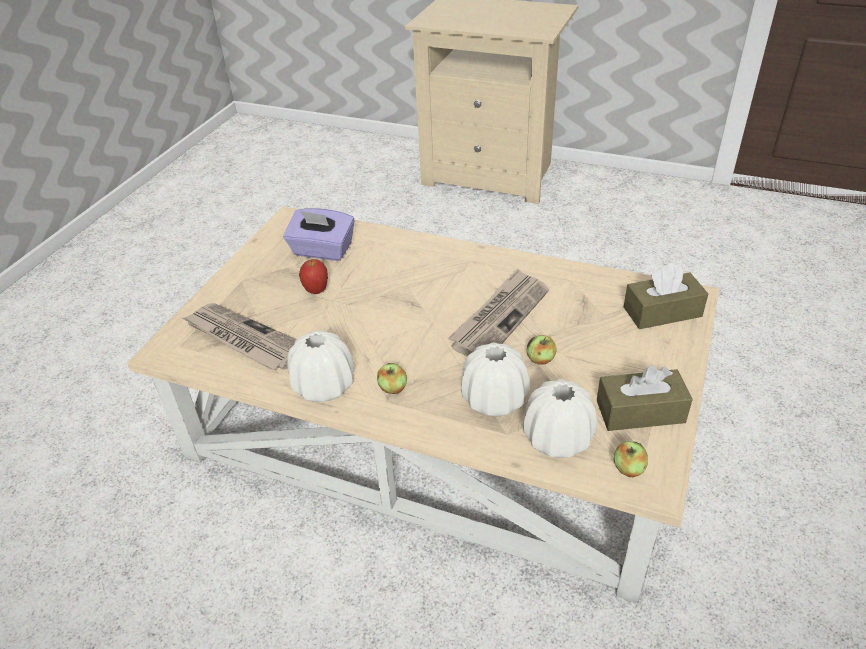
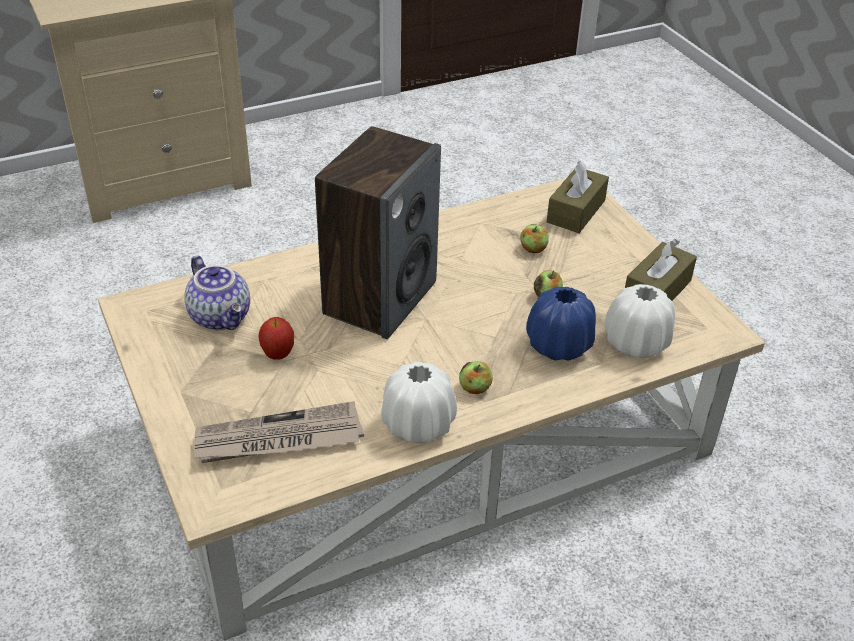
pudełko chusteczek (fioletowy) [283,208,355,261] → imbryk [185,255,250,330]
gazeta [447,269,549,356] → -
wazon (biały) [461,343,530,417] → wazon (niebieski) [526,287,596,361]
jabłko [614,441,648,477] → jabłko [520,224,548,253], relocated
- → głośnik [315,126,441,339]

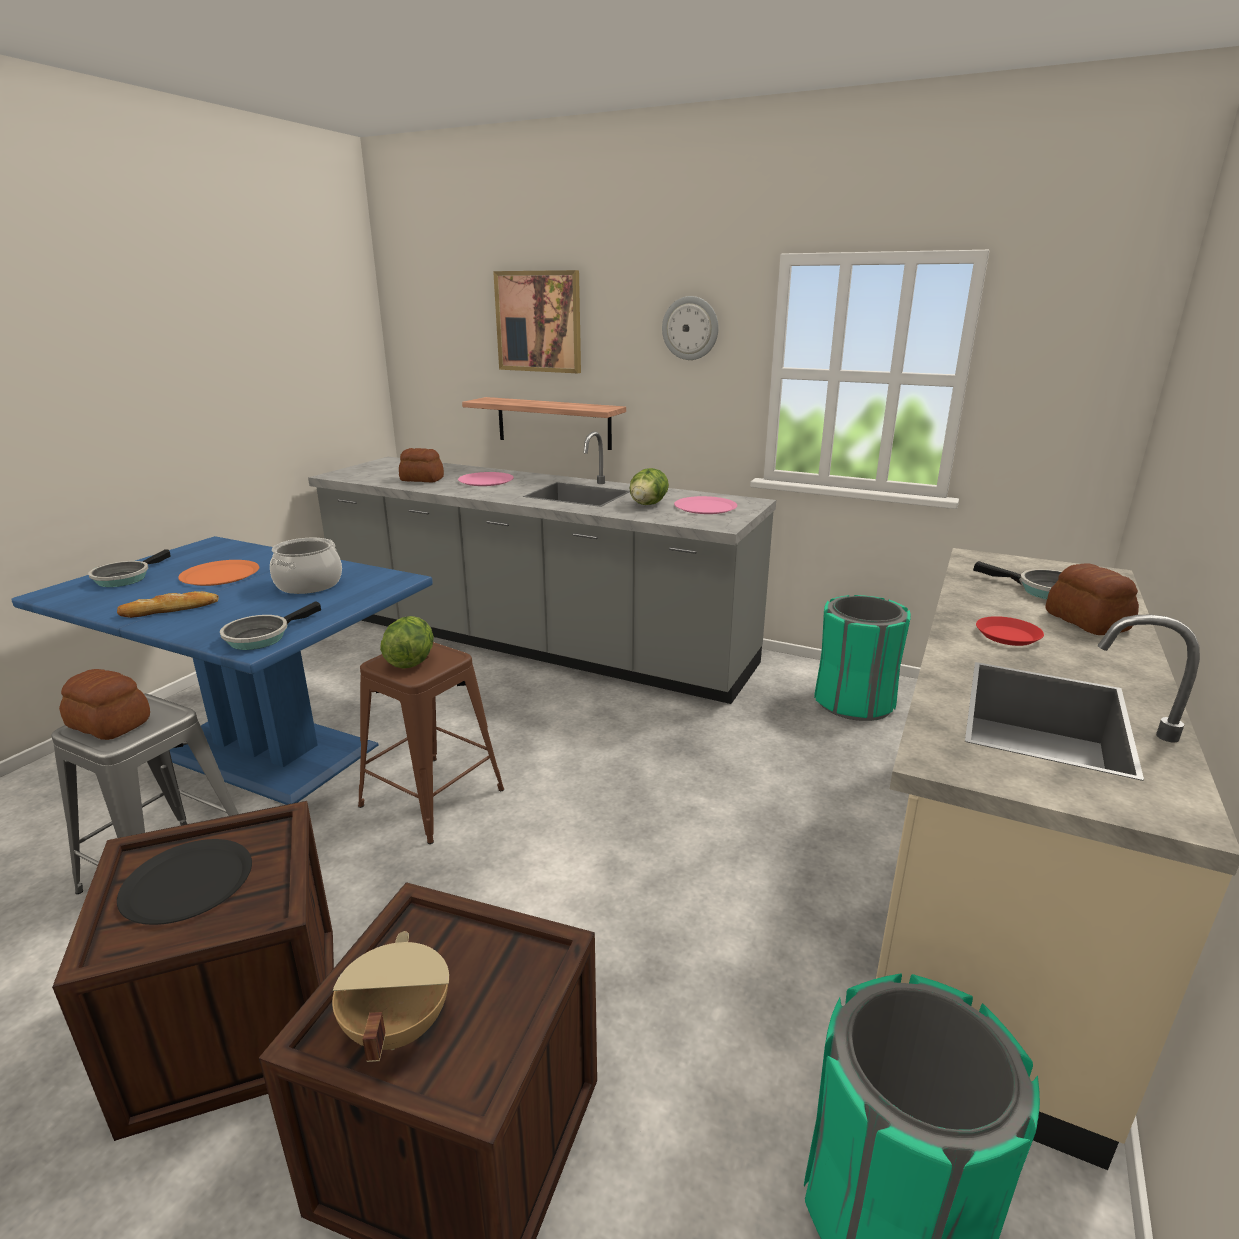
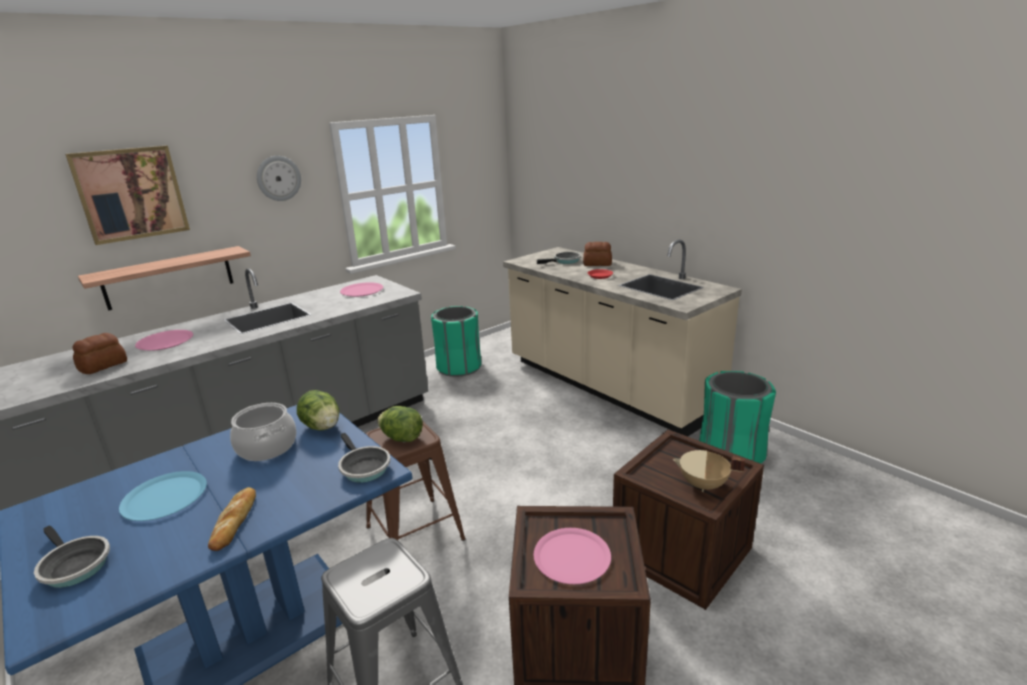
chleb [59,669,150,740] → -
talerz (czarny) [117,839,252,925] → talerz (różowy) [534,528,611,584]
talerz (pomarańczowy) [178,560,259,586] → talerz (niebieski) [119,471,207,521]
sałata [629,468,669,505] → sałata [297,390,339,431], relocated

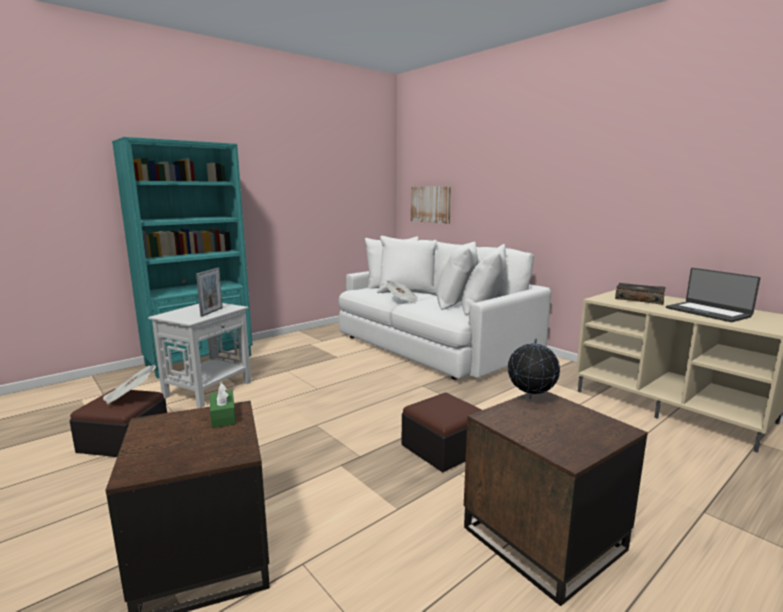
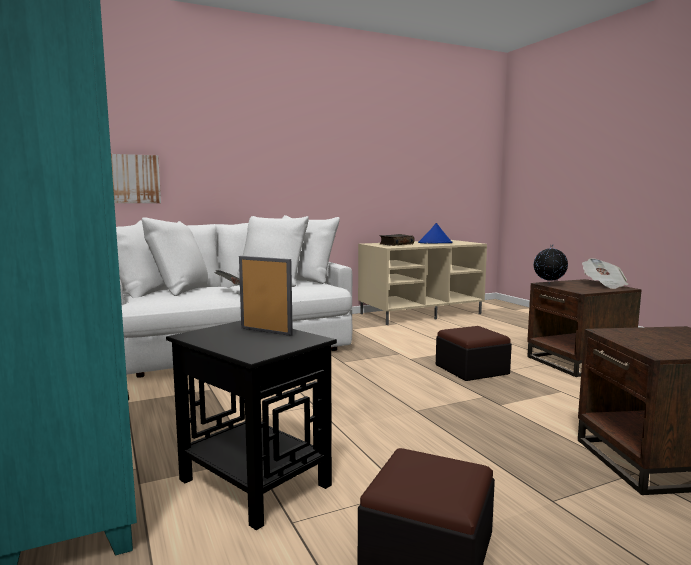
gazeta [103,365,156,405] → gazeta [582,258,628,289], relocated
stolik (biały) [148,303,251,408] → stolik (czarny) [166,321,337,530]
pudełko chusteczek (zielony) [210,383,236,428] → -
laptop [666,268,760,322] → kapelusz (niebieski) [418,223,452,243]

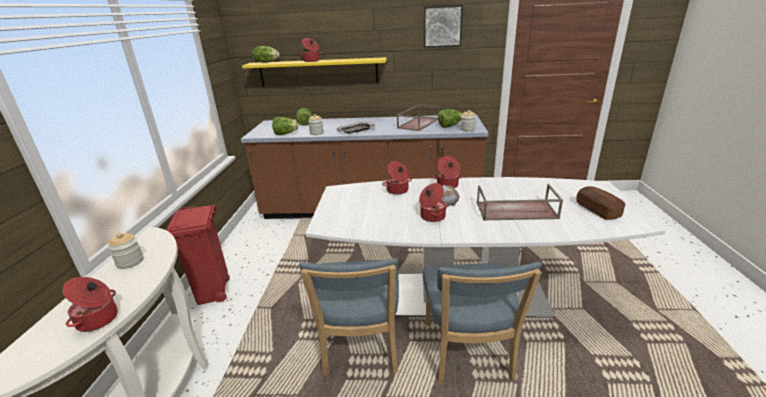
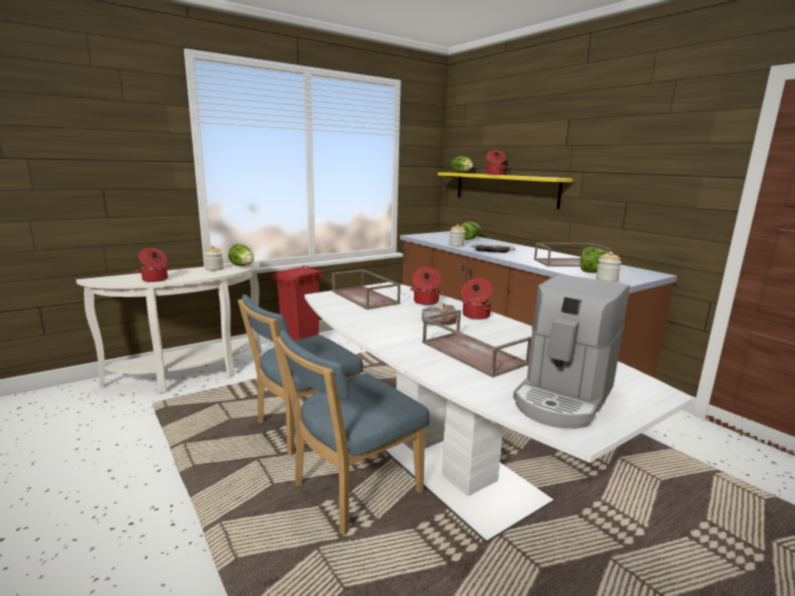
sałata [272,117,299,135] → sałata [228,244,254,266], relocated
garnek [419,183,447,222] → -
obraz [424,5,463,48] → -
chleb [576,186,626,220] → ekspres do kawy [513,274,630,429]
- → taca (brązowy) [332,269,401,310]

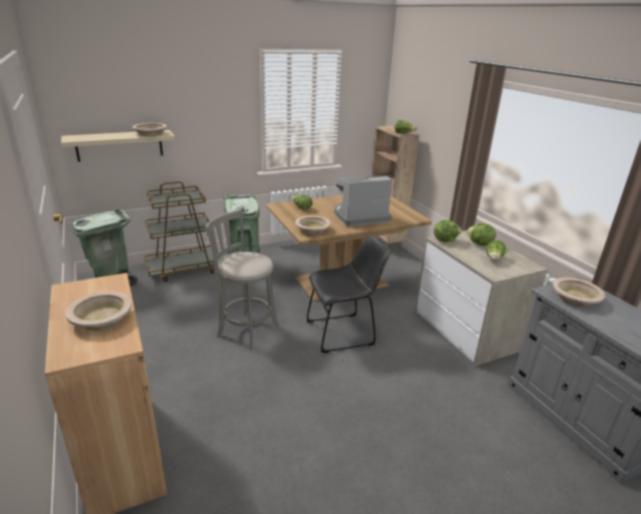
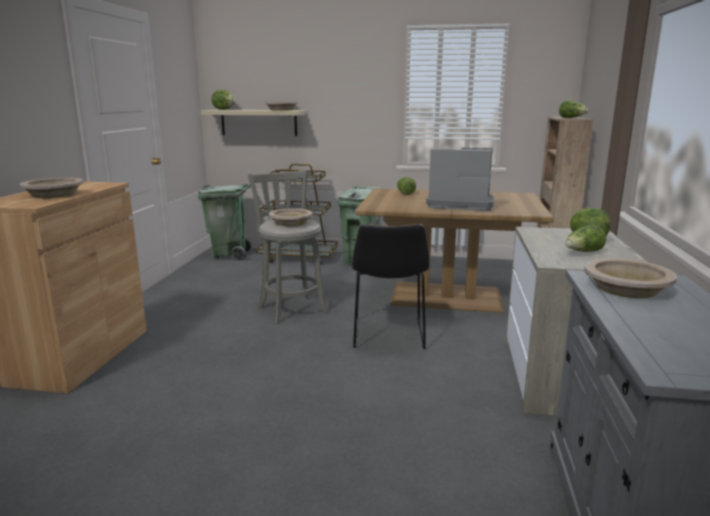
miska (beżowy) [295,216,330,235] → miska (beżowy) [269,209,313,226], relocated
krzesło (czarny) [307,236,389,353] → krzesło (czarny) [352,223,430,349], 75 degrees clockwise
sałata [434,220,461,242] → sałata [211,90,236,110], relocated

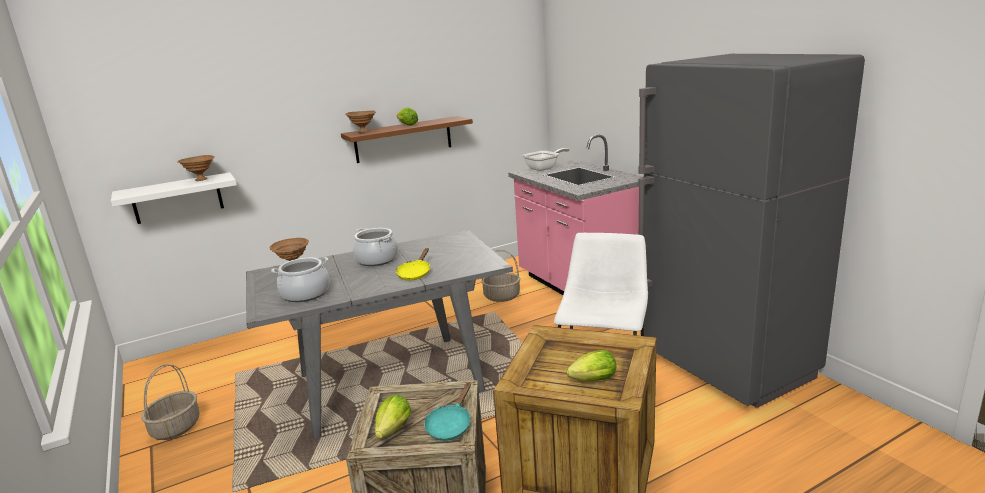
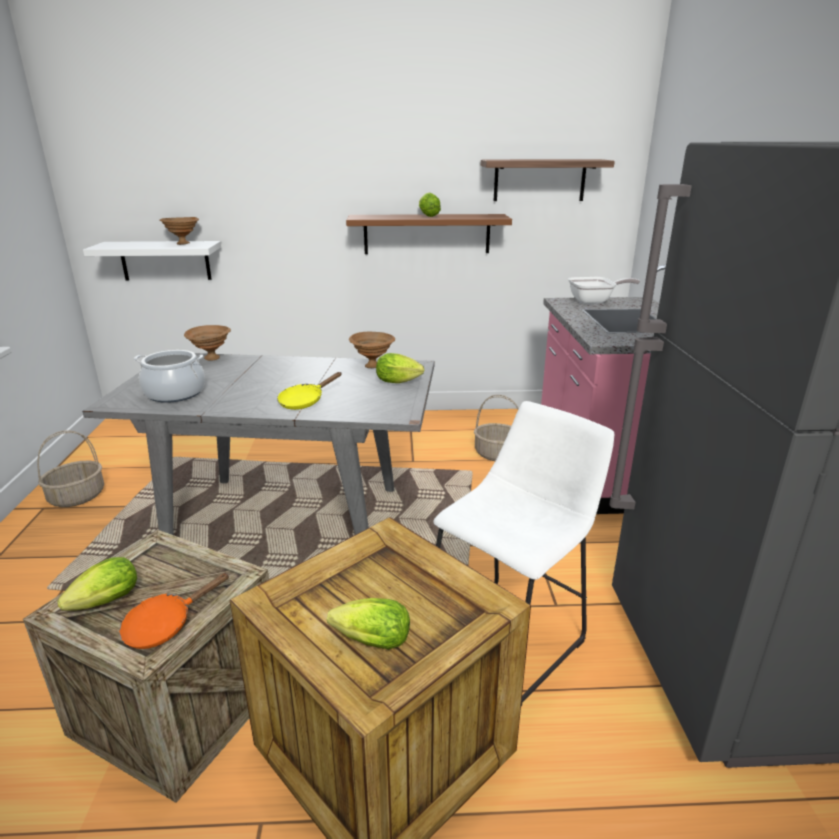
miska (brązowy) [345,111,376,133] → miska (brązowy) [349,332,395,368], relocated
garnek [353,228,398,266] → -
patelnia (turkusowy) [424,382,471,441] → patelnia (pomarańczowy) [119,573,230,649]
- → sałata [376,353,424,383]
- → półka [481,159,615,201]

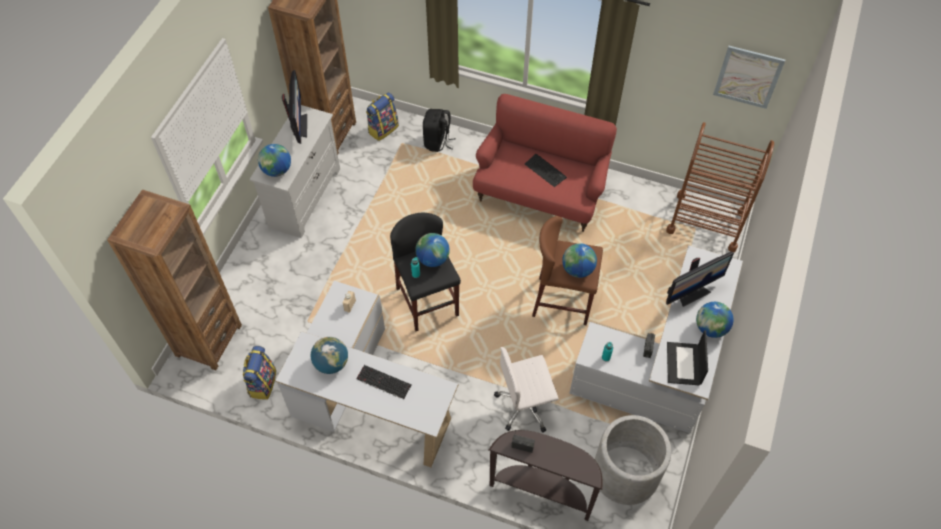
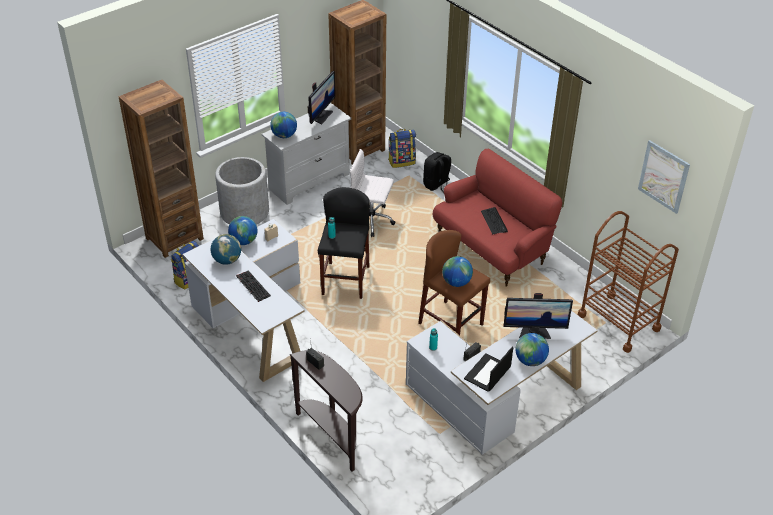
globus [415,233,450,267] → globus [228,216,258,245], relocated
krzesło biurowe (biały) [494,347,559,433] → krzesło biurowe (biały) [350,149,395,237], relocated
donica (szary) [595,415,671,505] → donica (szary) [215,157,269,225], relocated

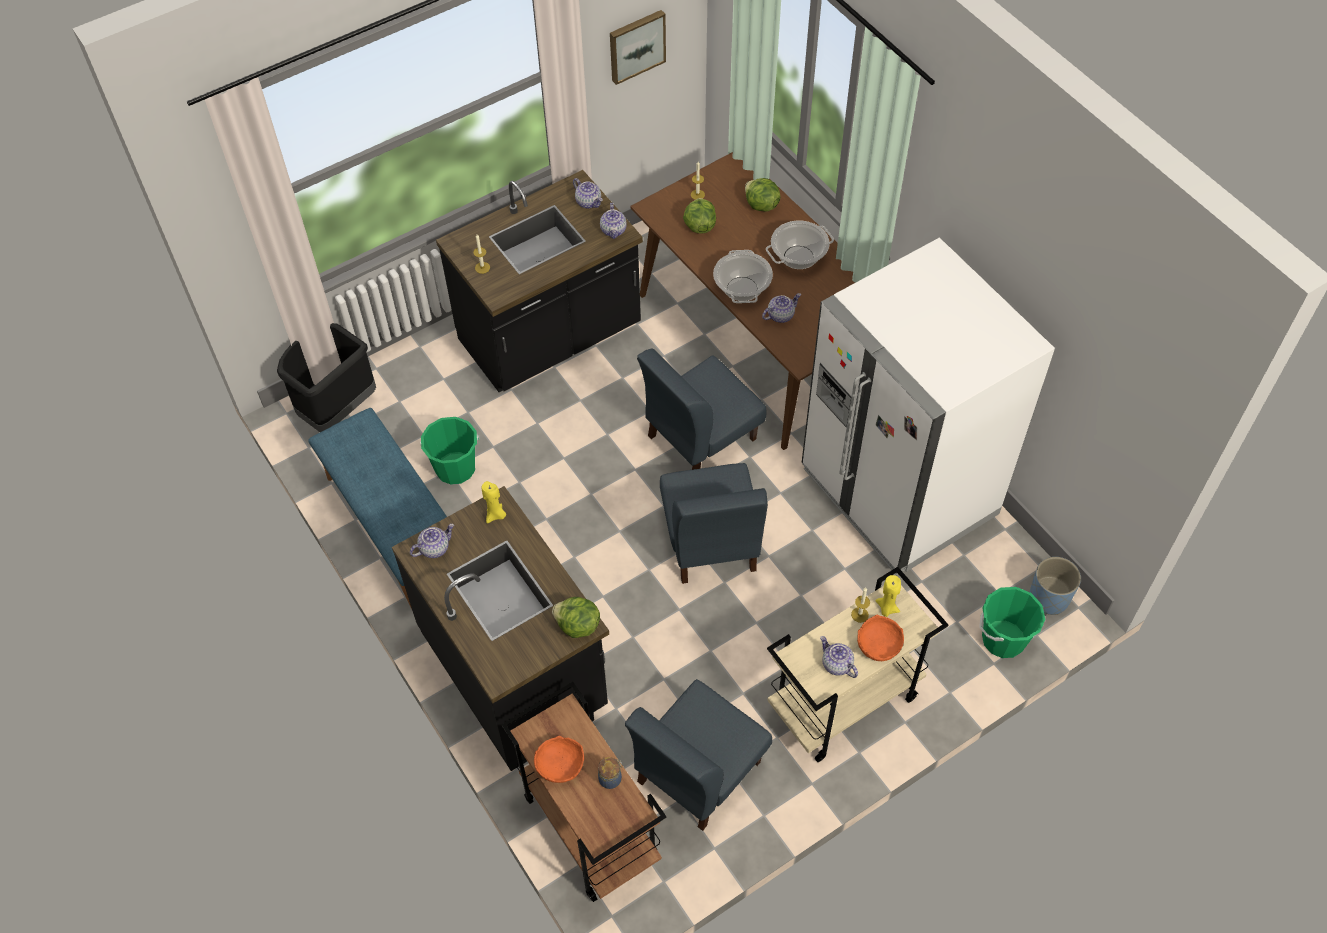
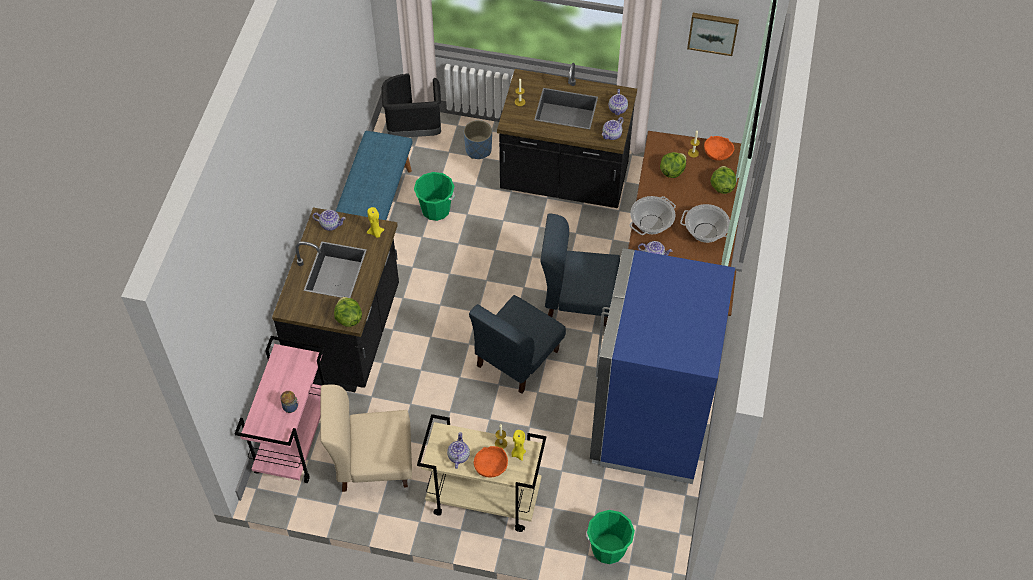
wózek (brązowy) [501,682,666,902] → wózek (różowy) [235,336,328,483]
miska (pomarańczowy) [534,736,584,783] → miska (pomarańczowy) [704,136,734,161], relocated
krzesło (niebieski) [625,679,772,831] → krzesło (beżowy) [321,384,412,492]
lodówka (biały) [802,238,1055,576] → lodówka (niebieski) [590,248,735,484]
donica (niebieski) [1030,557,1081,615] → donica (niebieski) [464,120,492,159], relocated

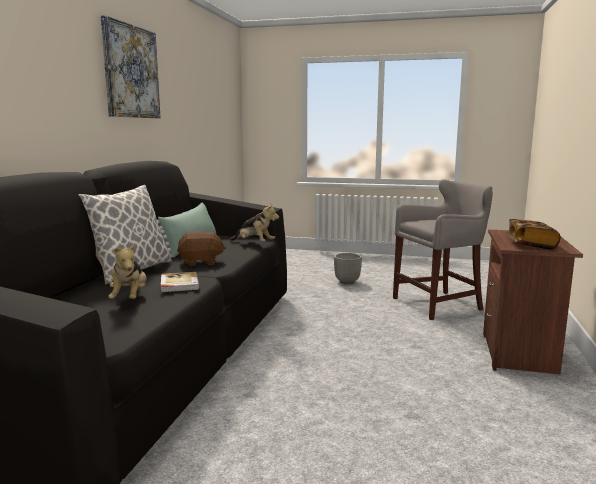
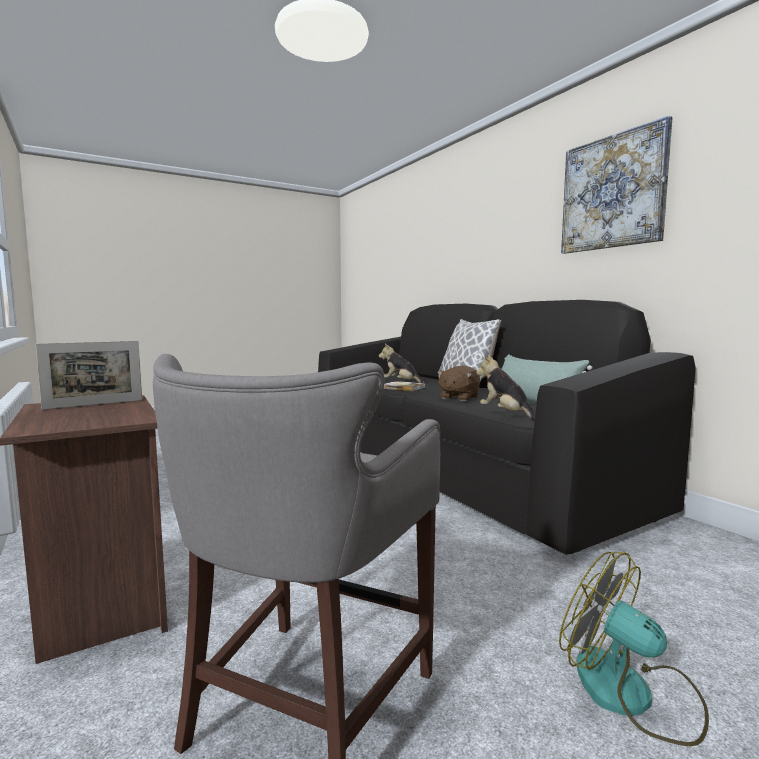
pluszak [230,204,279,241] → pluszak [476,355,535,421], 75 degrees clockwise
donica [334,253,362,284] → wentylator [559,551,709,746]
książka [507,219,560,250] → ramka na zdjęcie [35,341,142,410]

